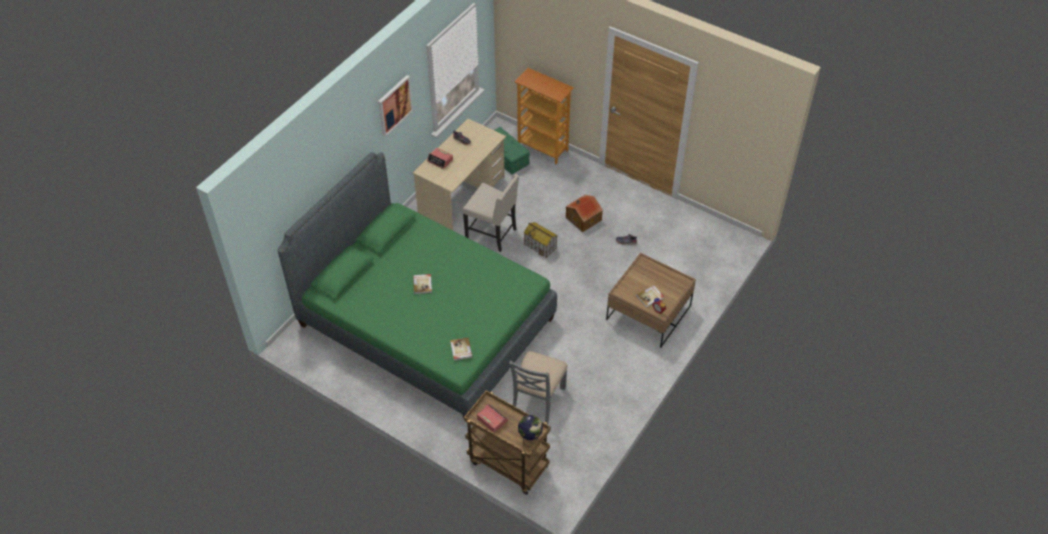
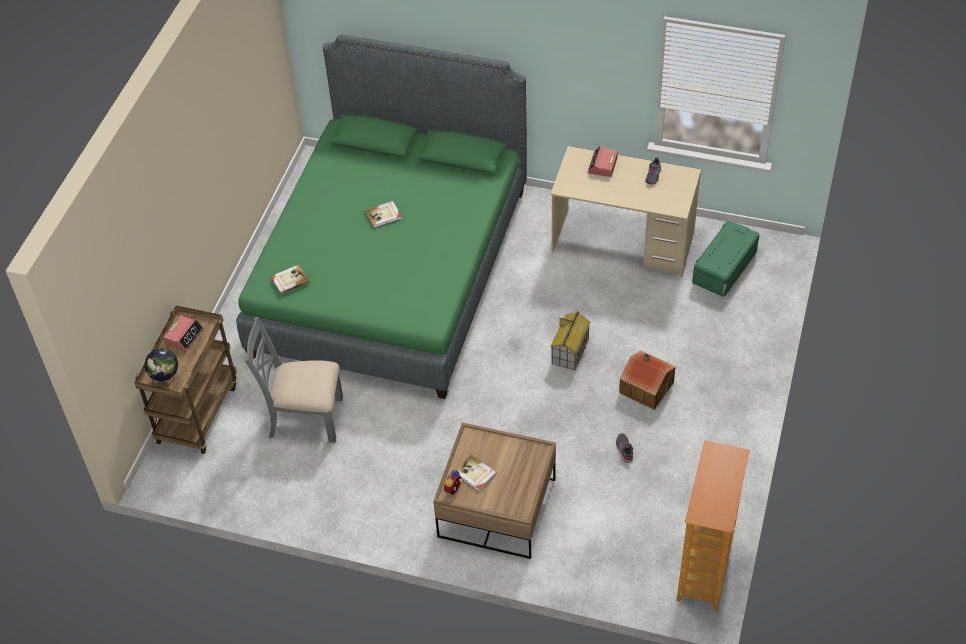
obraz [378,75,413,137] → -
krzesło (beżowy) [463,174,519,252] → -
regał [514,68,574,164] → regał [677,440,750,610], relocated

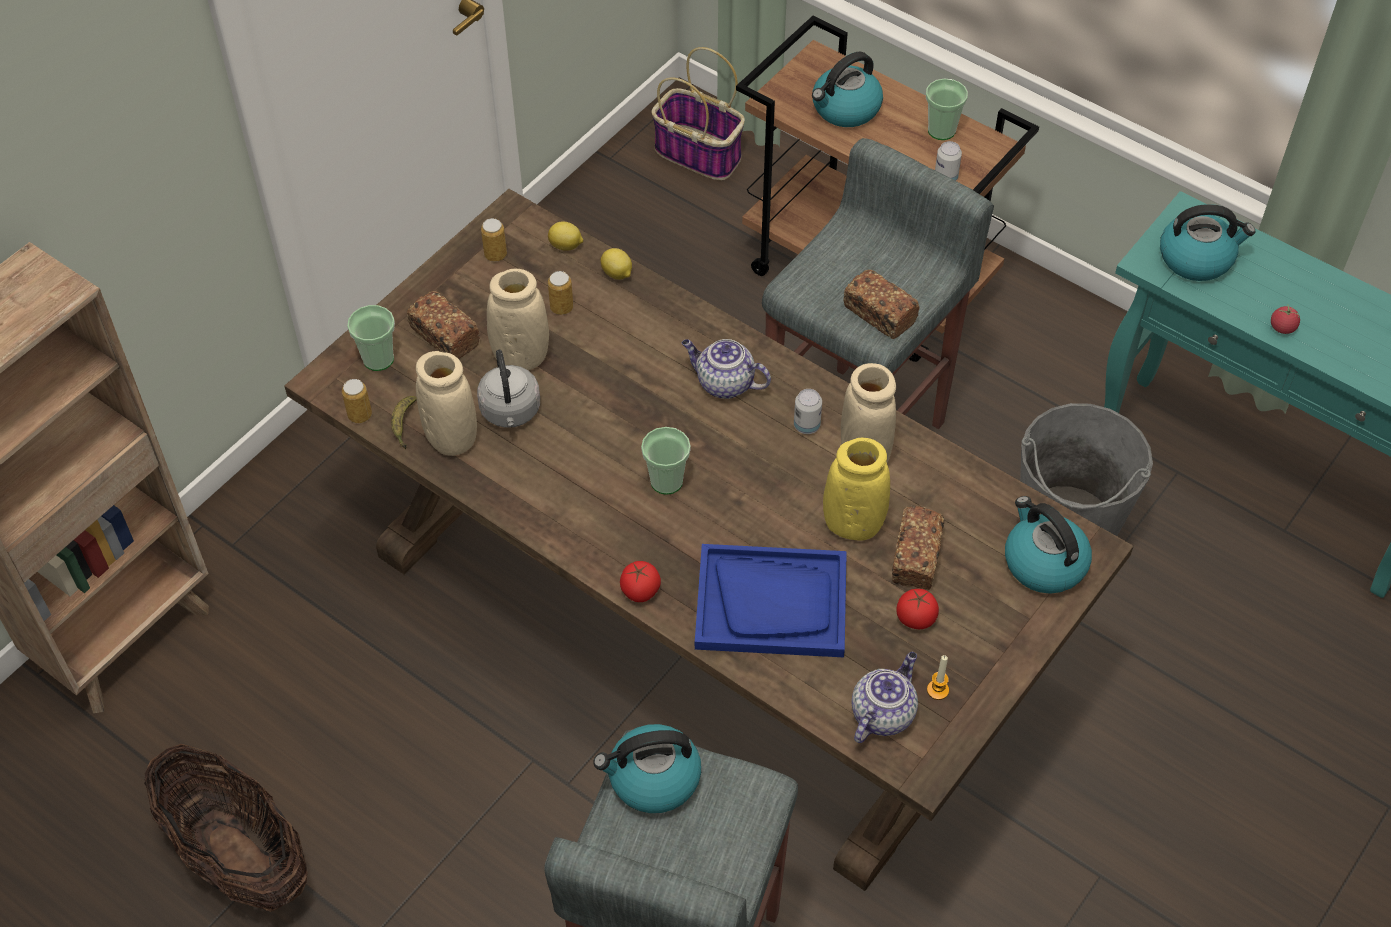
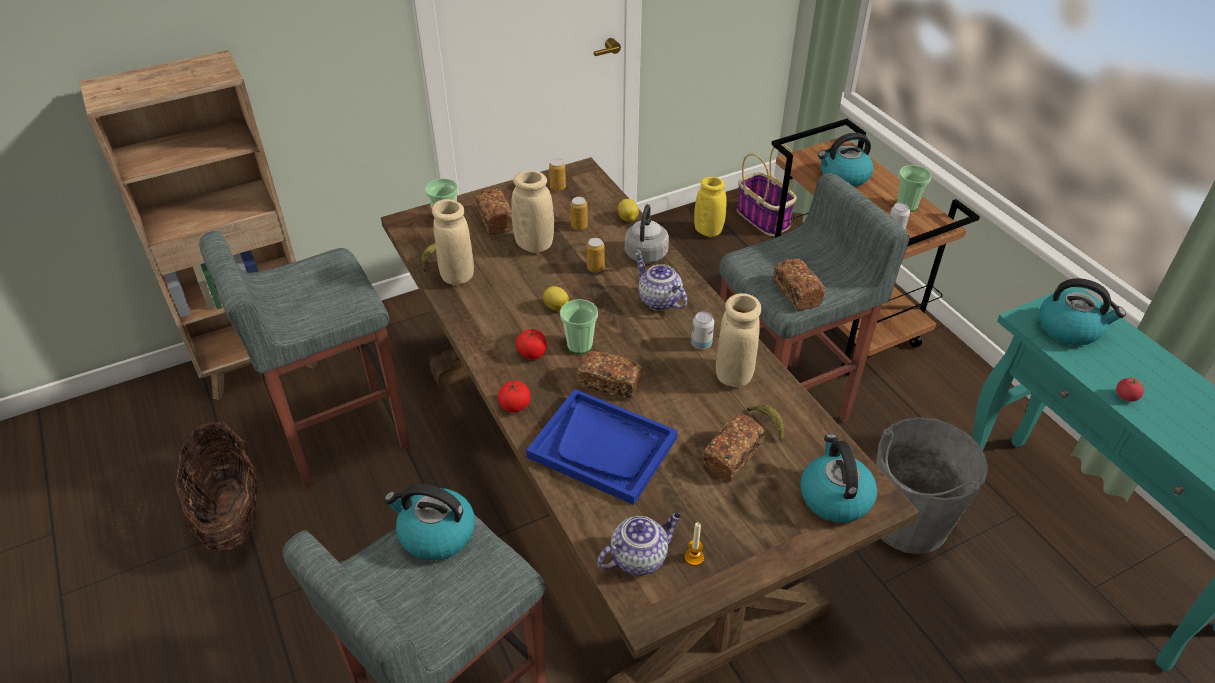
puszka [342,379,372,423] → puszka [587,238,605,273], relocated
czajnik (szary) [477,350,540,428] → czajnik (szary) [625,204,669,263], relocated
cytryna [548,221,583,251] → cytryna [543,286,569,311], relocated
wazon (żółty) [823,437,890,540] → wazon (żółty) [694,177,727,237], relocated
pomidor [896,589,939,629] → pomidor [516,329,547,359], relocated
- → stołek (szary) [199,231,410,488]
- → chleb [577,351,642,399]
- → banan [747,404,785,441]

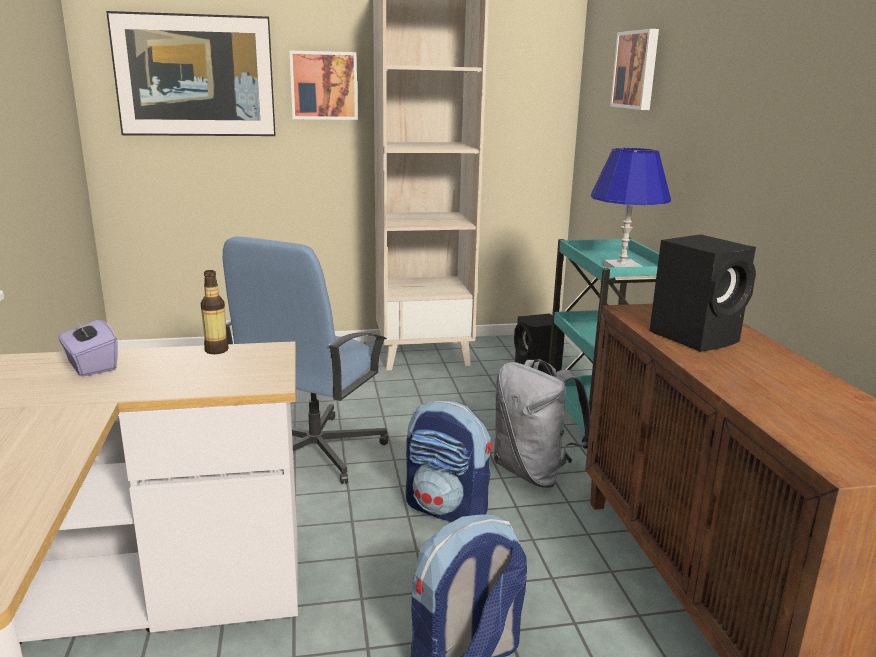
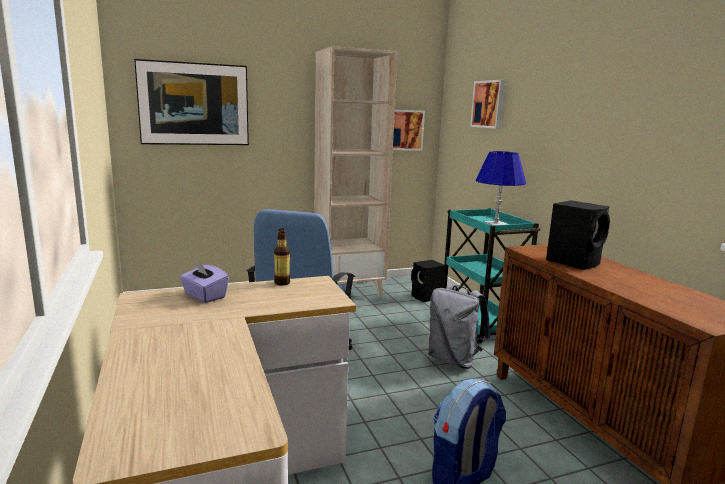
obraz [289,50,358,120] → obraz [393,110,425,150], relocated
plecak [406,401,493,522] → -

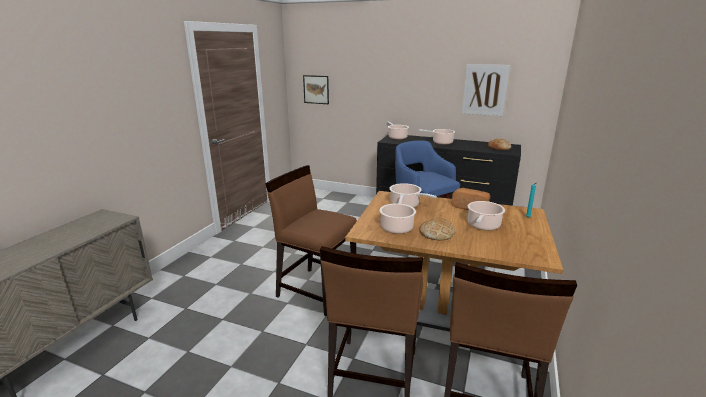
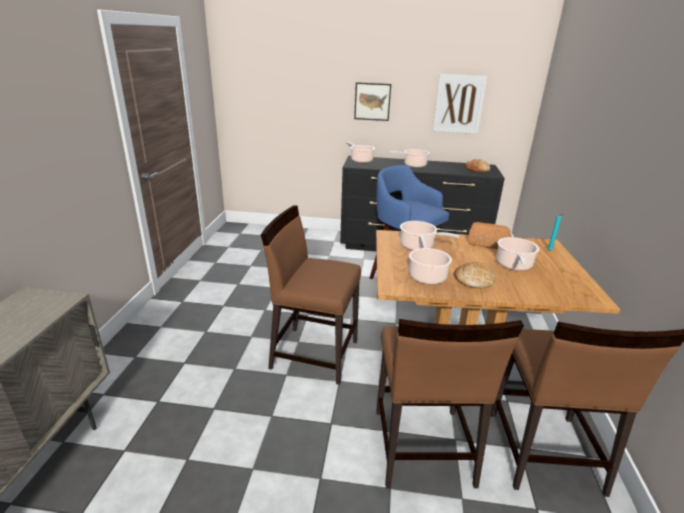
obraz [303,75,329,104] → obraz [354,82,391,121], relocated

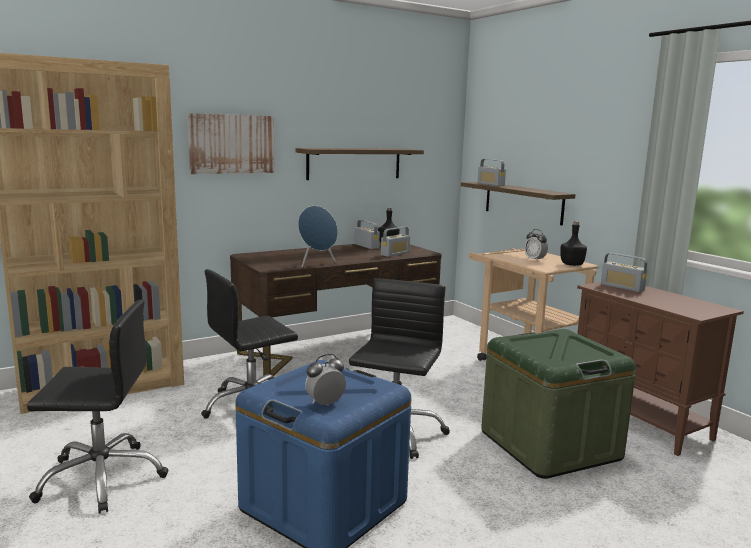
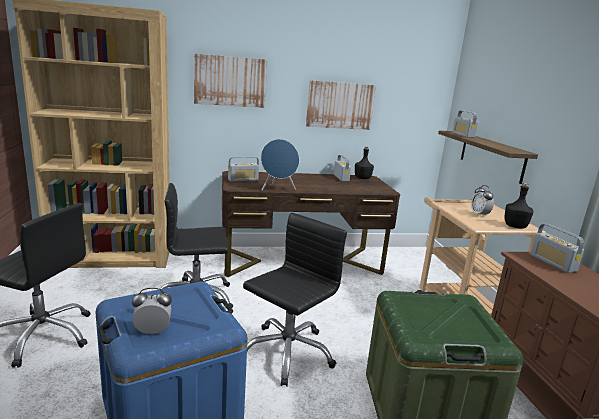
półka [296,148,424,180] → obraz [306,80,376,130]
radio [381,227,410,257] → radio [228,156,259,182], relocated

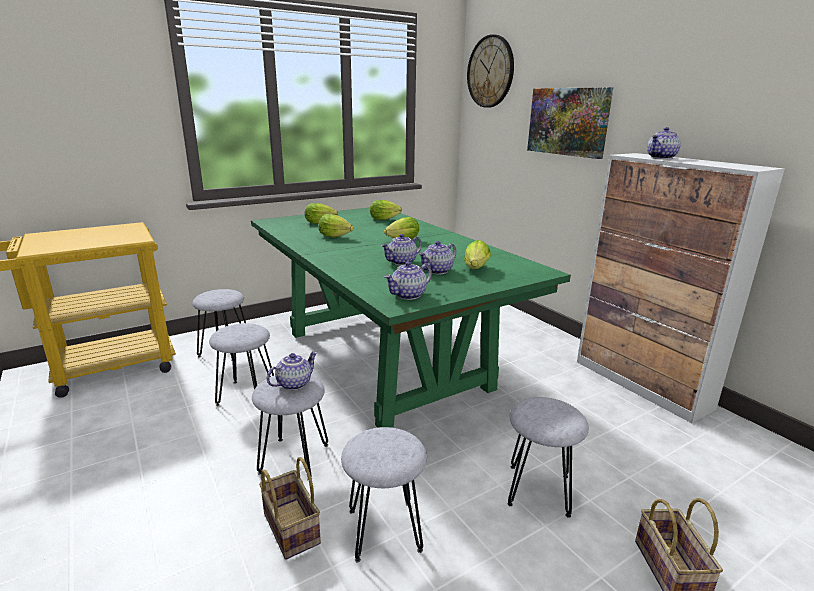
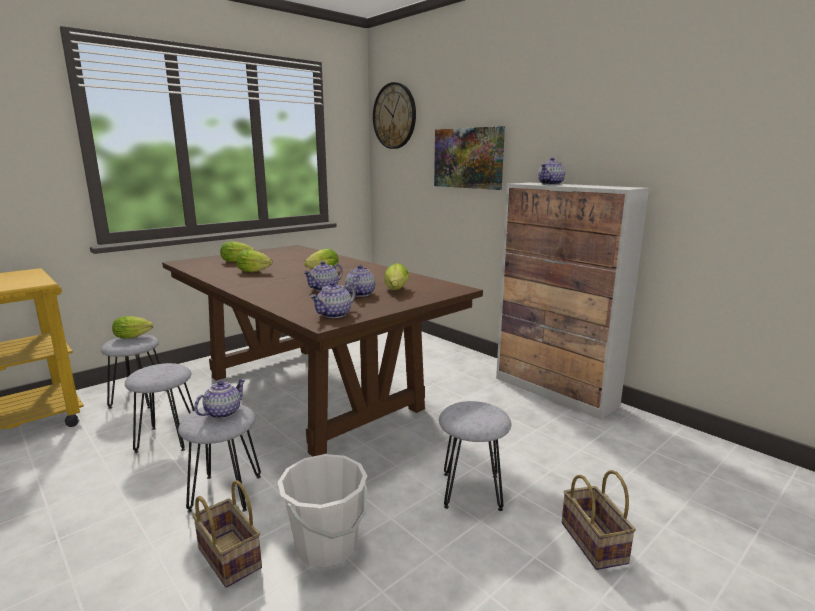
stół jadalny (zielony) [251,207,571,428] → stół jadalny (brązowy) [162,245,483,457]
stołek (szary) [341,427,427,562] → wiadro (biały) [278,454,367,567]
sałata [370,200,402,220] → sałata [112,316,153,338], relocated
imbryk [419,241,457,274] → imbryk [345,265,375,297], 150 degrees clockwise

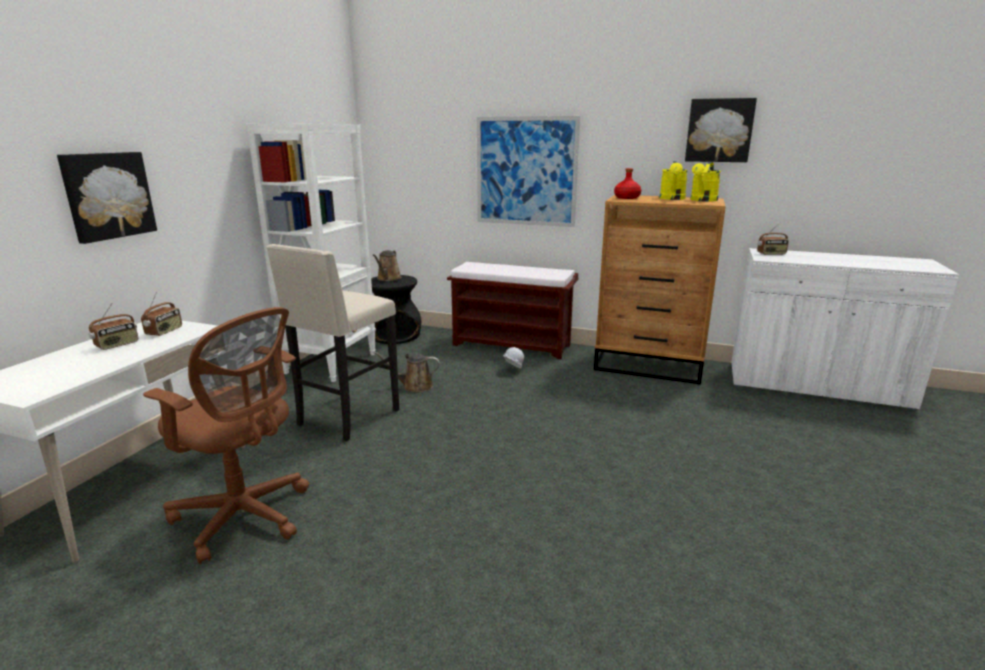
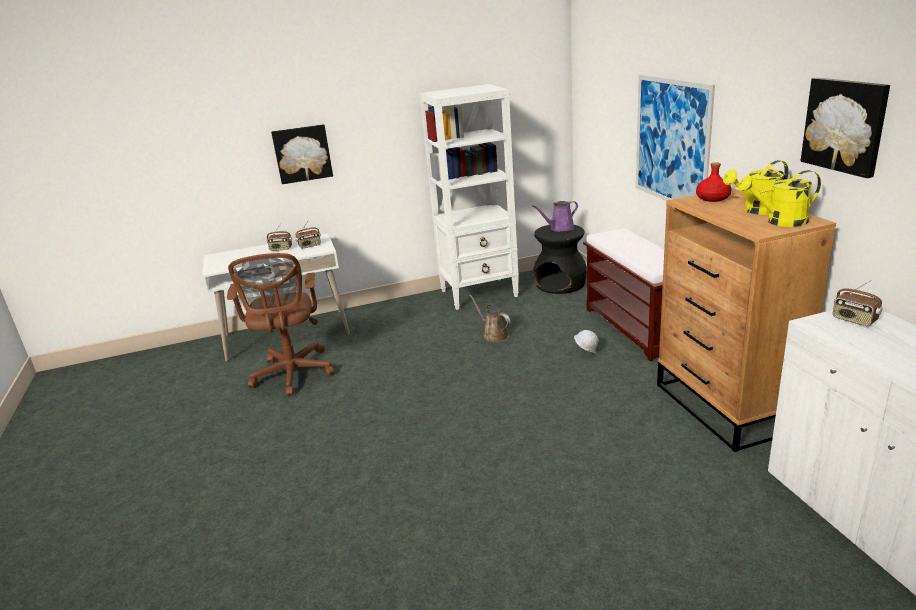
stołek (beżowy) [266,244,399,442] → -
konewka (brązowy) [373,250,402,281] → konewka (fioletowy) [532,201,578,232]

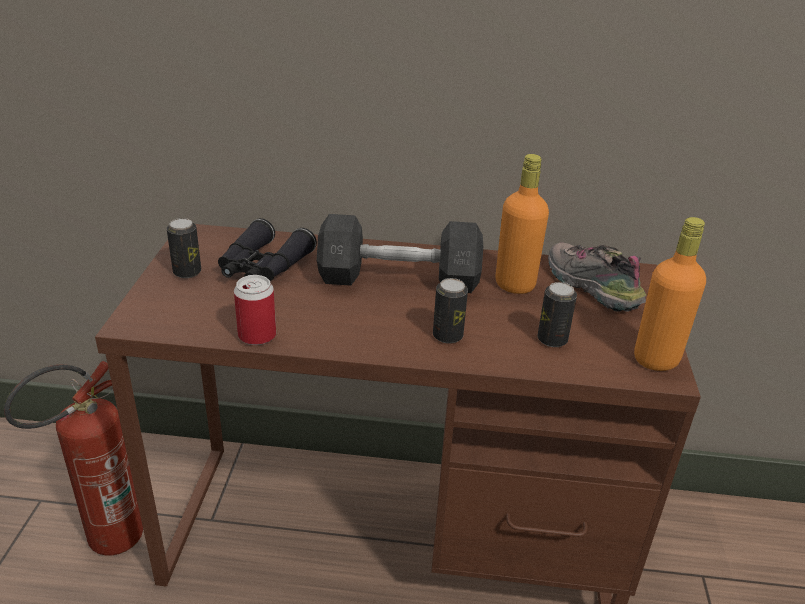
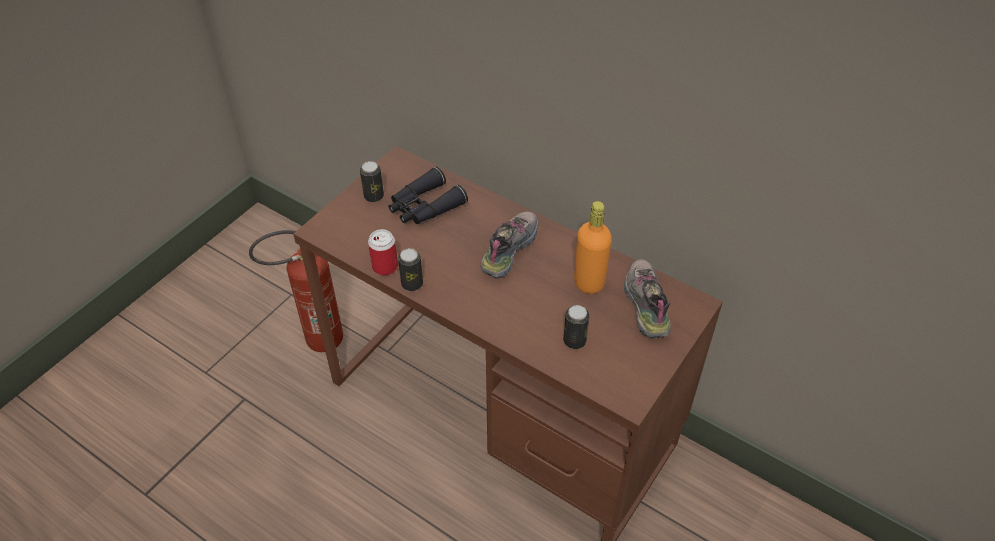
hantel (szary) [317,214,483,293] → but [481,211,538,279]
puszka [433,278,468,344] → puszka [398,248,423,291], relocated
butelka (pomarańczowy) [634,217,706,371] → -

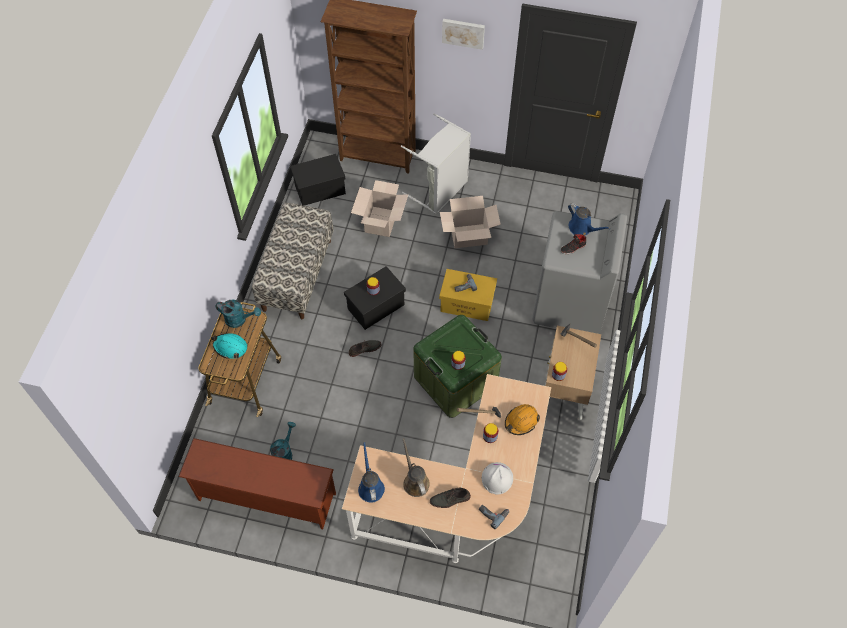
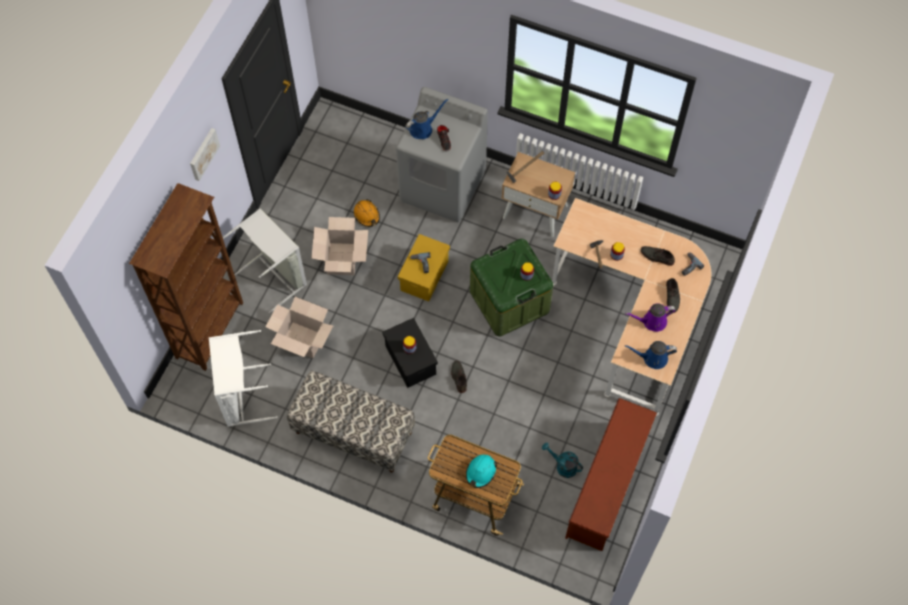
konewka (turkusowy) [216,300,261,328] → -
pojemnik do przechowywania (czarny) [290,154,346,206] → kosz na pranie (biały) [209,330,278,427]
konewka (brązowy) [402,438,430,497] → konewka (fioletowy) [625,303,676,332]
kask (biały) [482,462,513,494] → but (szary) [641,246,675,266]
kask (pomarańczowy) [505,404,540,435] → kask (pomarańczowy) [354,199,380,227], relocated

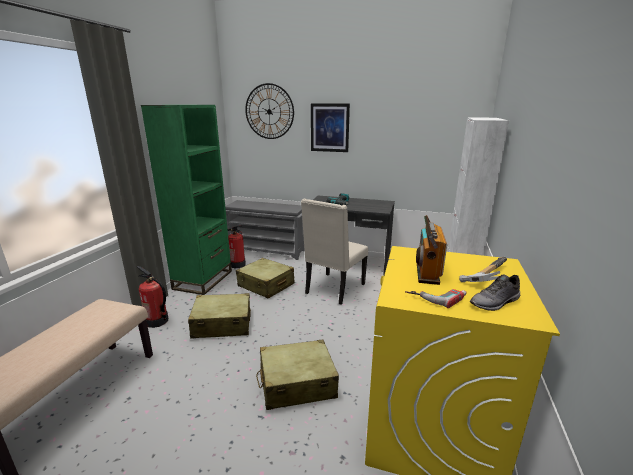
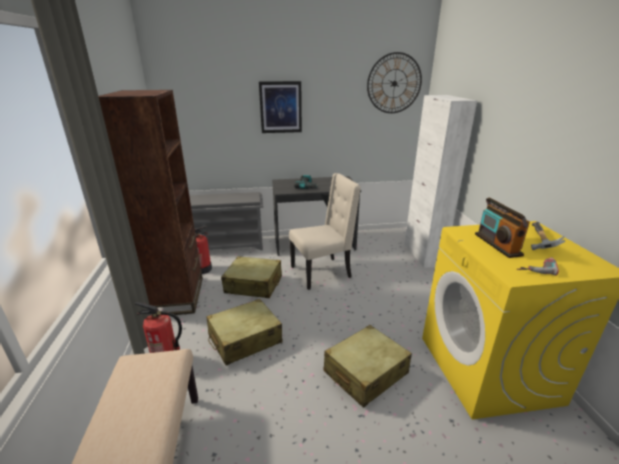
regał (zielony) [141,105,232,295] → regał (brązowy) [98,90,203,316]
zegar ścienny [245,83,294,139] → zegar ścienny [367,52,422,113], relocated
krzesło (beżowy) [301,199,368,305] → krzesło (beżowy) [289,173,361,290], 120 degrees counterclockwise
but (szary) [470,275,520,311] → -

